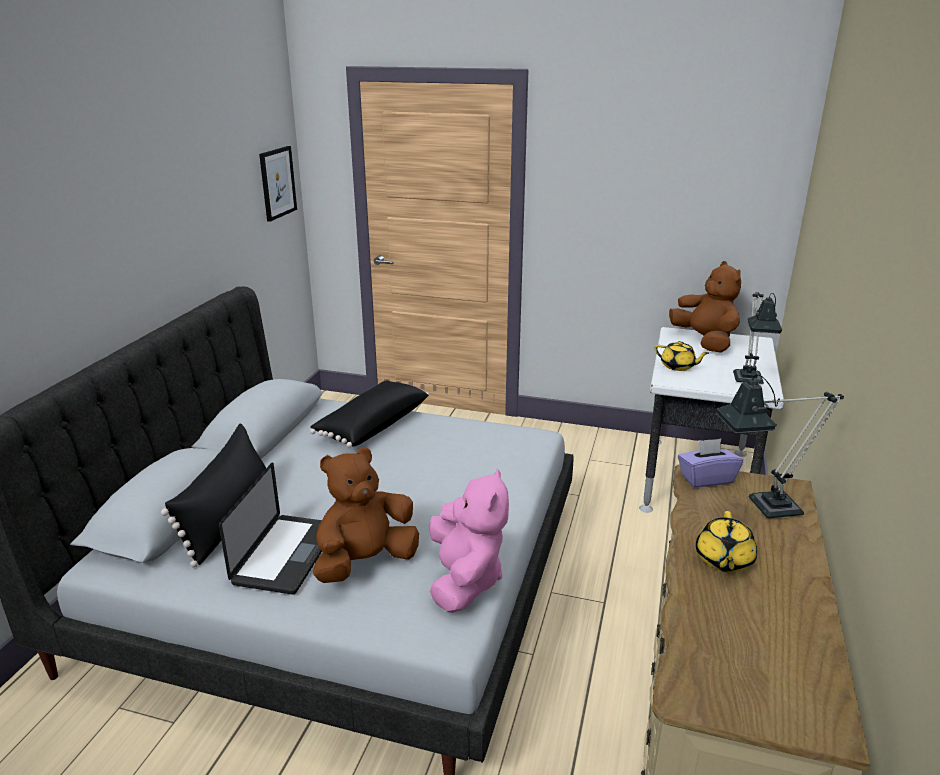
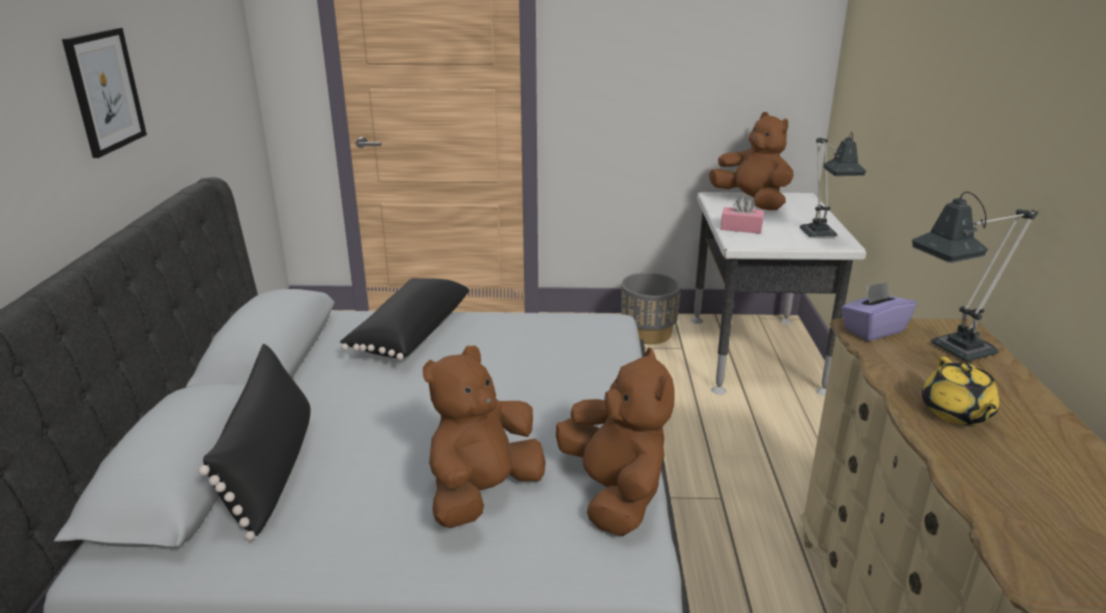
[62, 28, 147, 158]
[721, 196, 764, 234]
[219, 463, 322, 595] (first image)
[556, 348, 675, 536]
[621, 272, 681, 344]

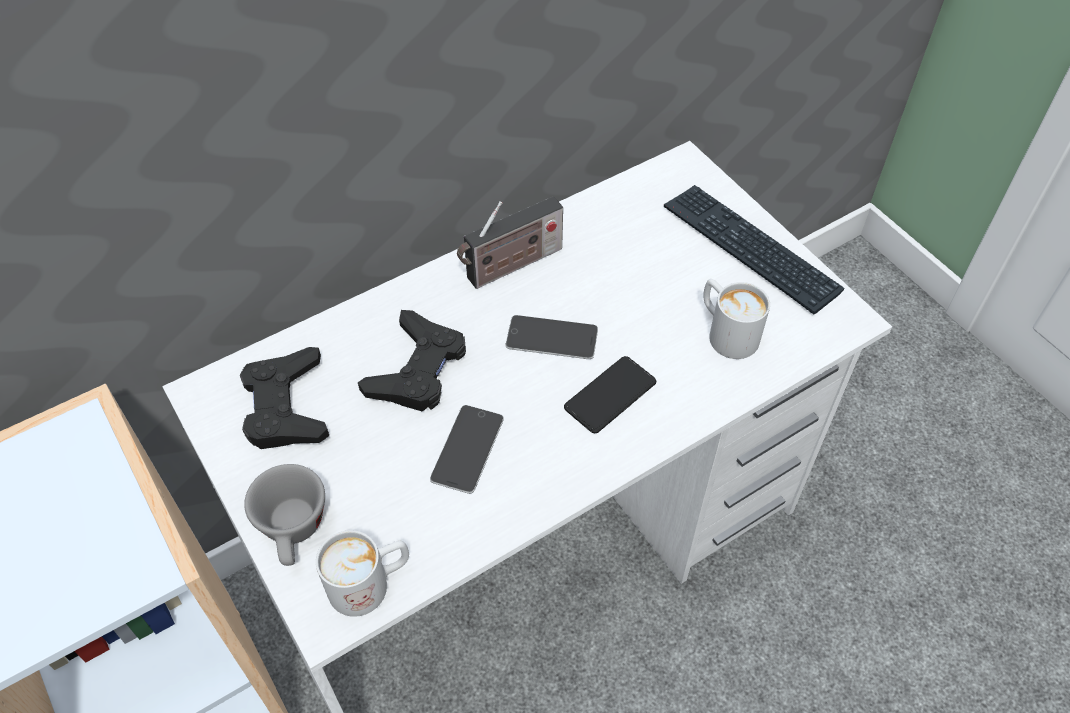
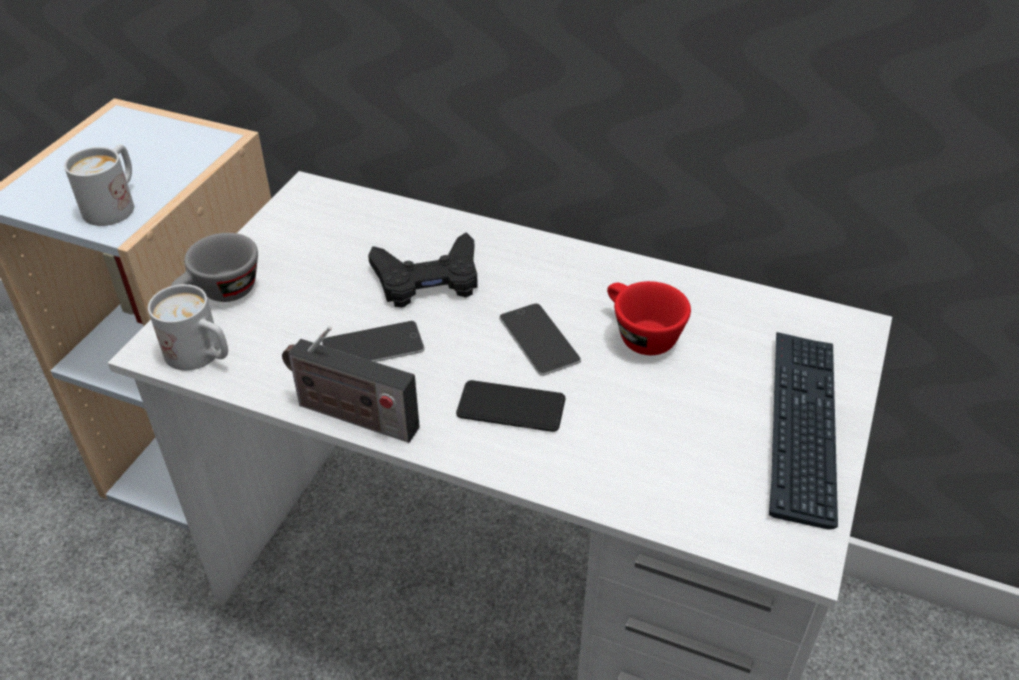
[282, 326, 420, 443]
[64, 144, 134, 226]
[240, 347, 329, 449] (first image)
[607, 281, 691, 355]

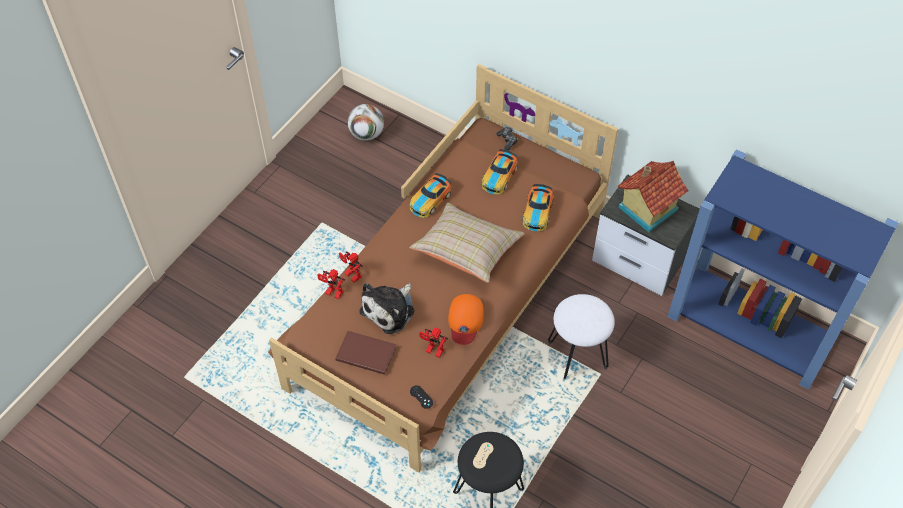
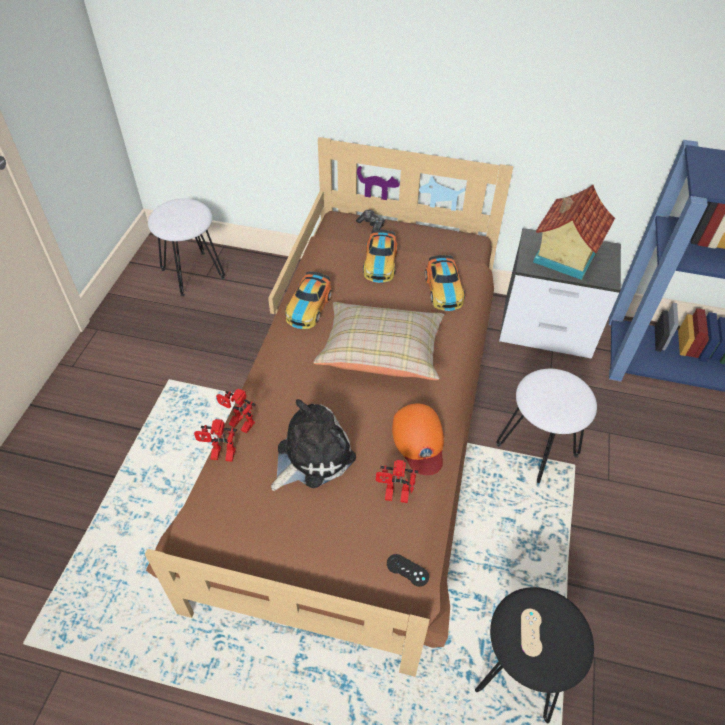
[148, 199, 225, 296]
[271, 399, 356, 491]
[336, 331, 396, 375] (first image)

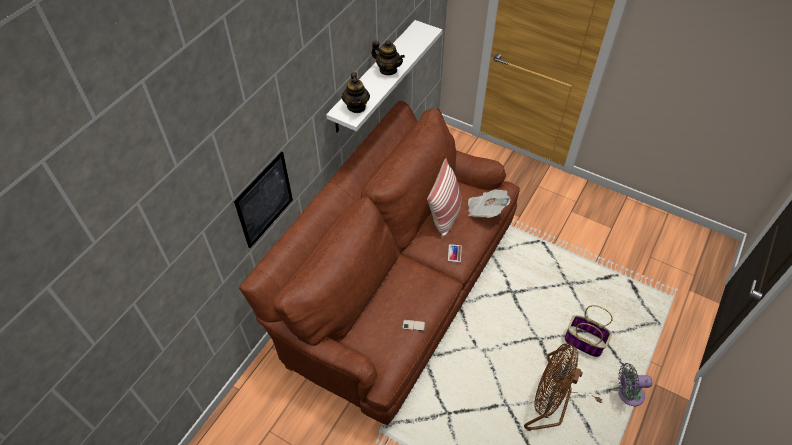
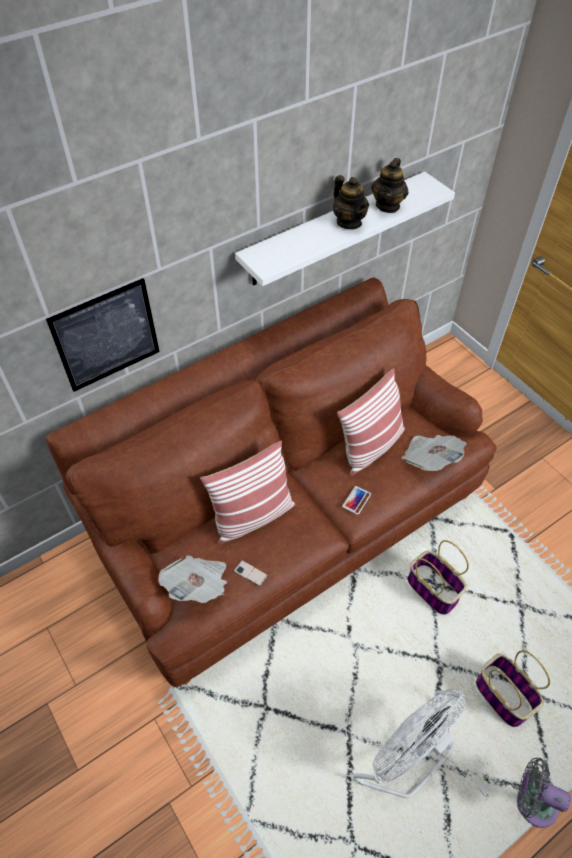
[371, 158, 408, 213]
[353, 689, 489, 798]
[200, 441, 296, 544]
[408, 540, 469, 615]
[158, 555, 227, 603]

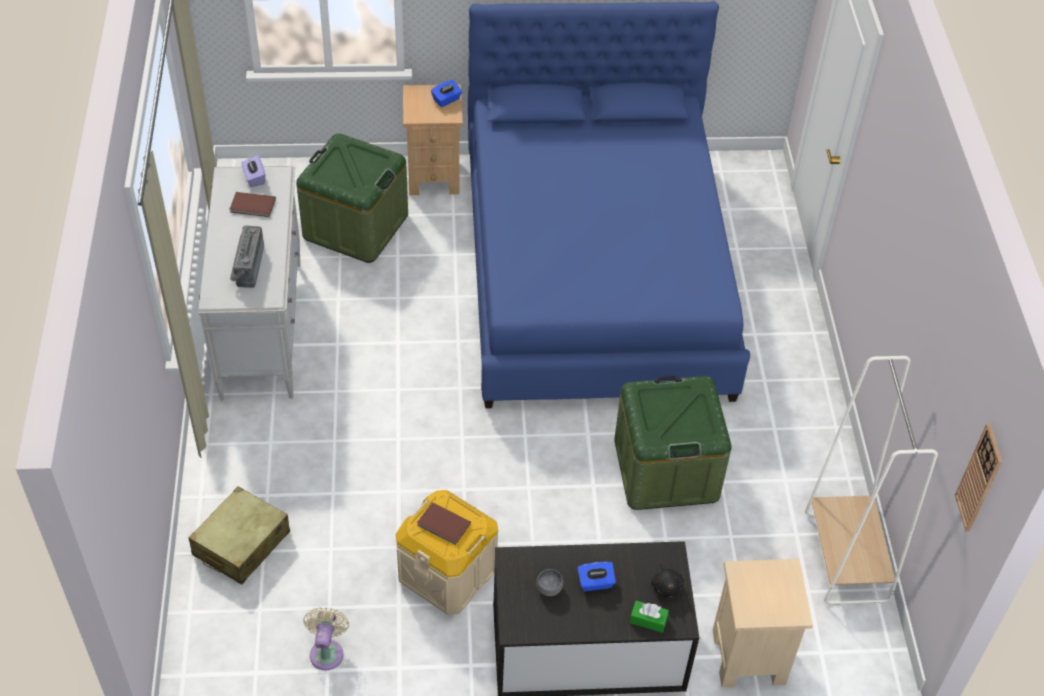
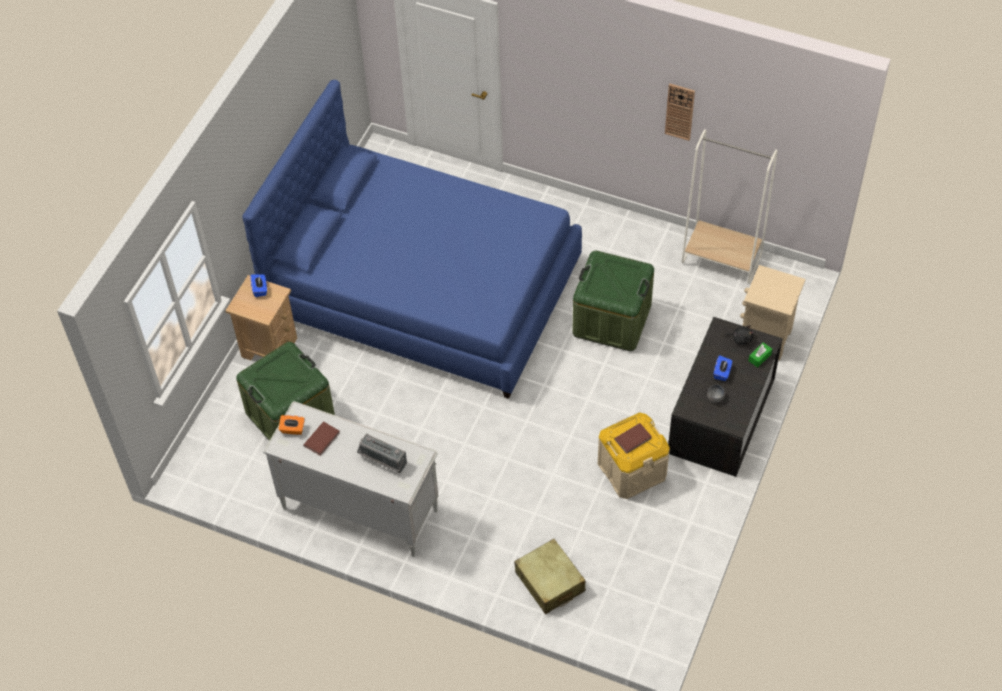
[279, 415, 305, 435]
[665, 83, 695, 141]
[303, 607, 349, 670] (first image)

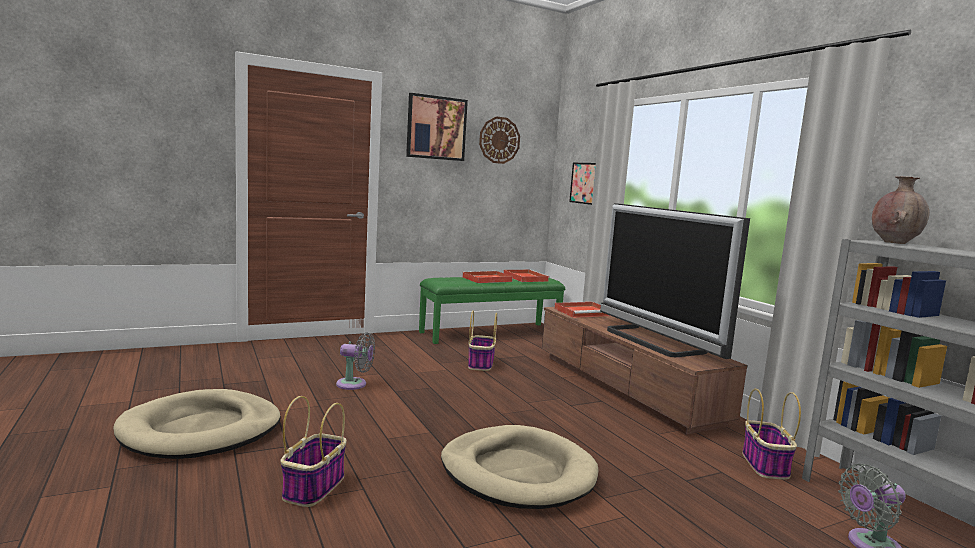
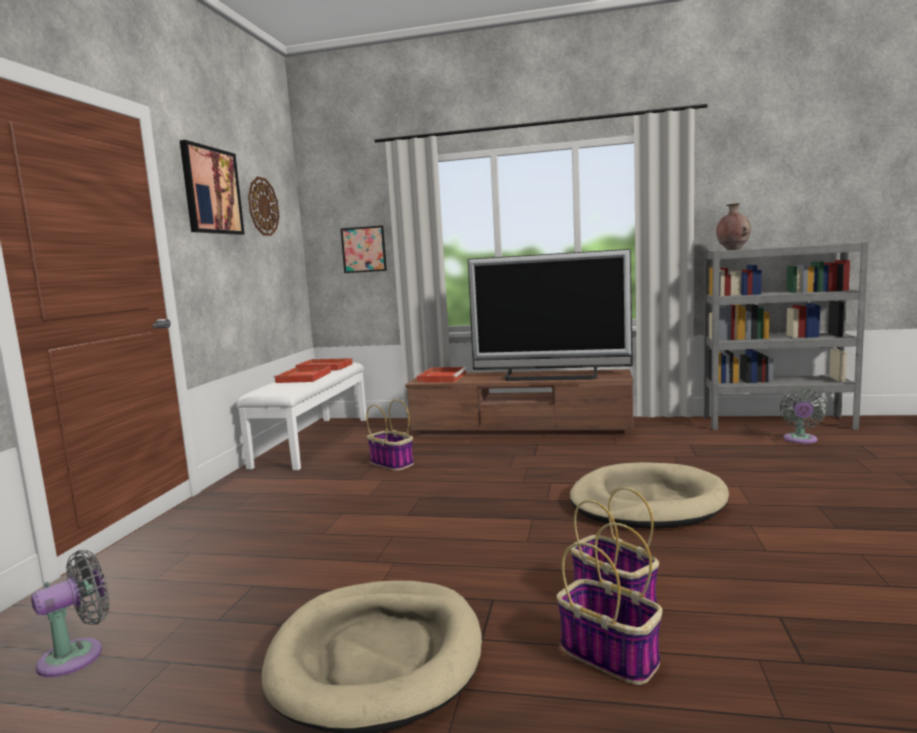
[236, 363, 366, 470]
[31, 550, 109, 677]
[556, 523, 663, 685]

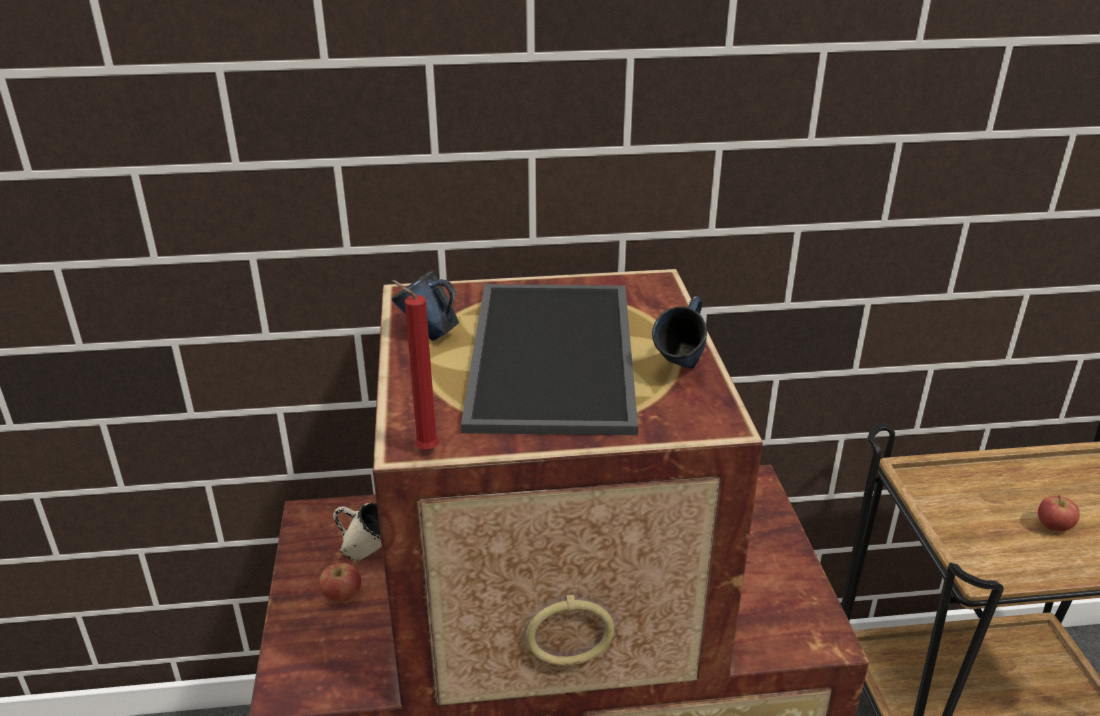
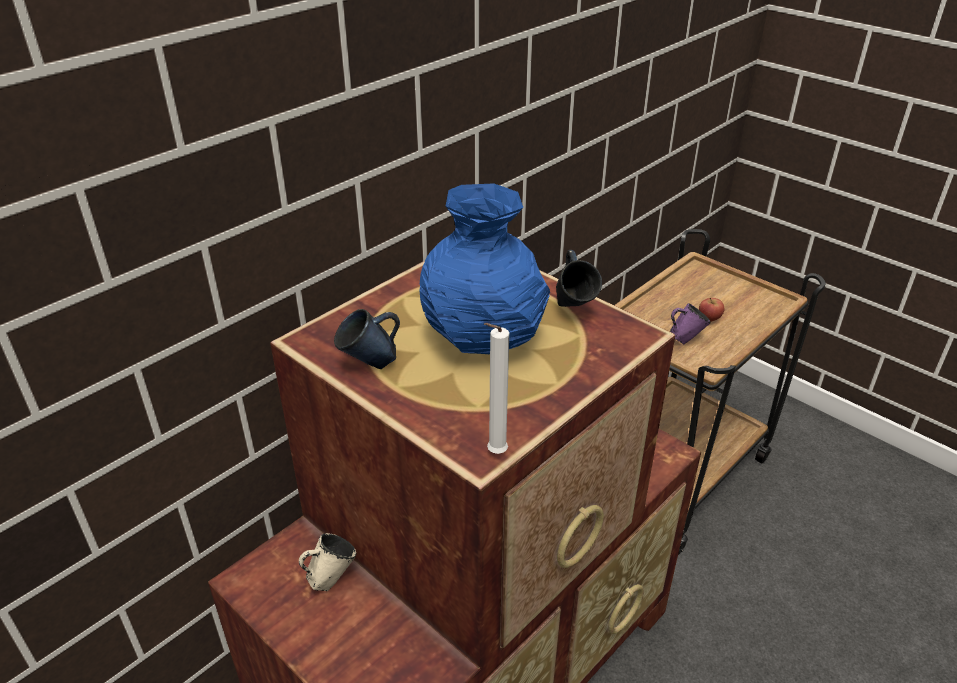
[484, 323, 509, 454]
[419, 183, 550, 354]
[320, 563, 361, 603] (first image)
[670, 303, 711, 344]

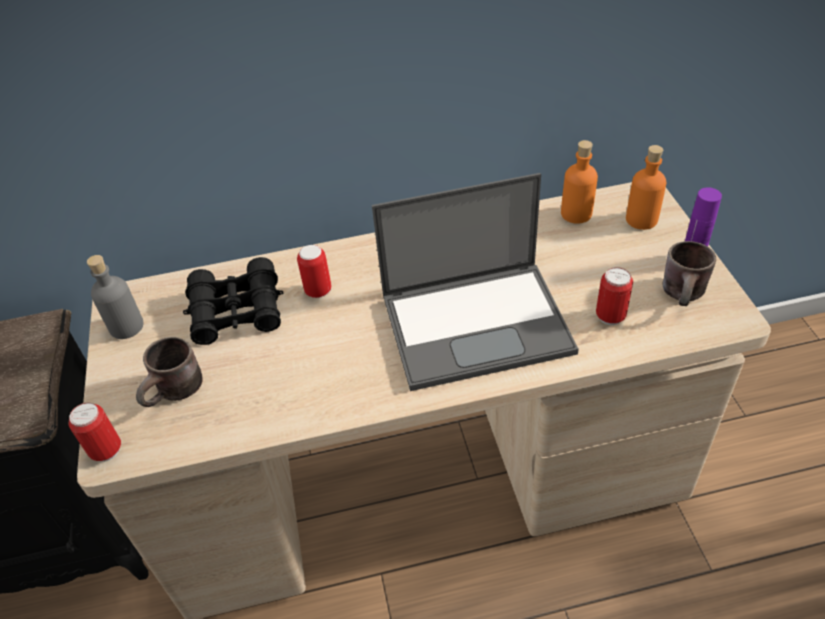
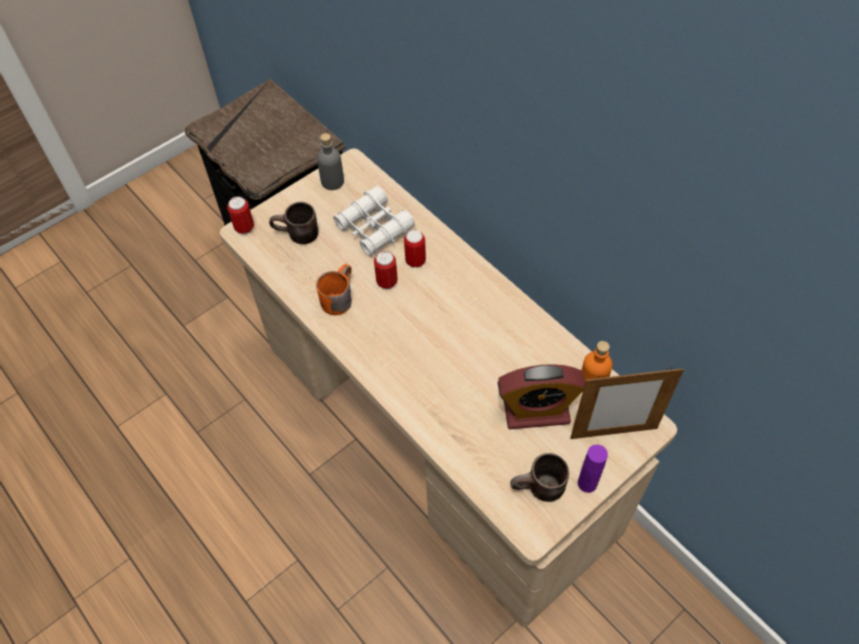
[571, 367, 684, 439]
[372, 173, 579, 391] (first image)
[333, 186, 415, 256]
[374, 251, 398, 289]
[316, 264, 352, 315]
[498, 364, 585, 429]

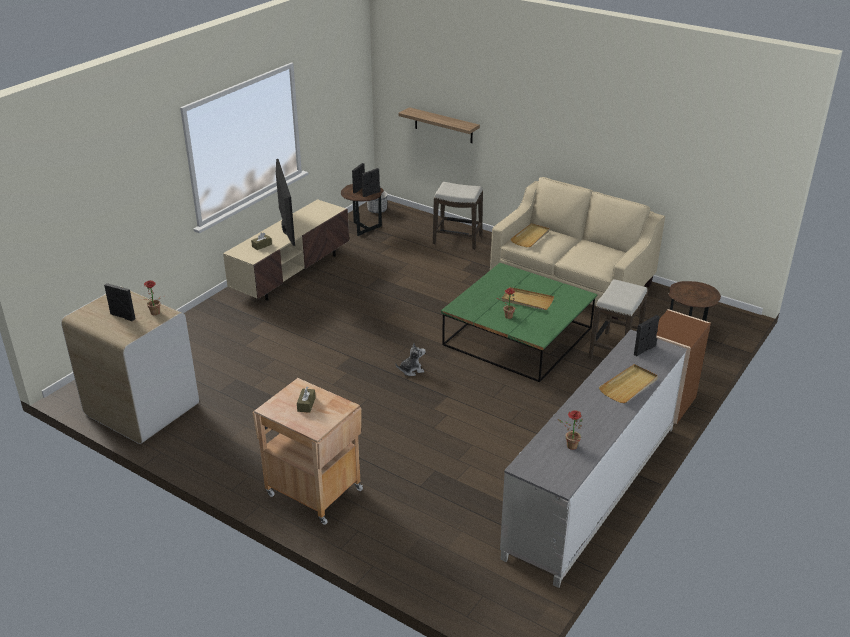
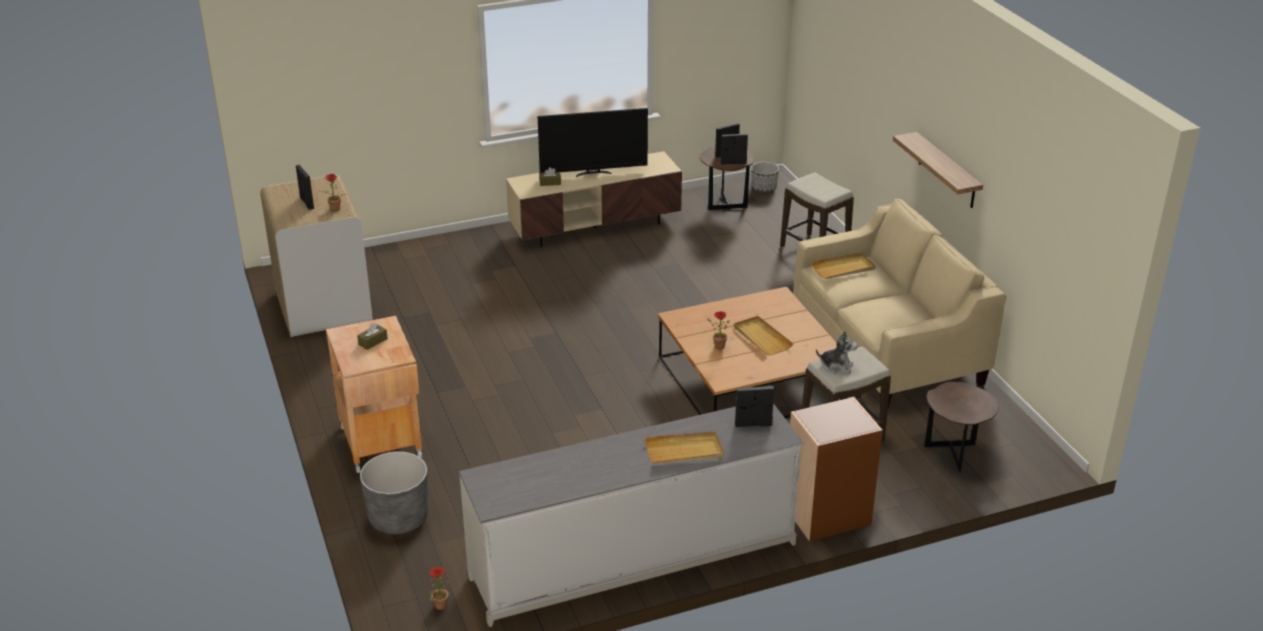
[893, 132, 983, 208]
[538, 108, 648, 177]
[658, 287, 847, 418]
[816, 331, 858, 374]
[429, 567, 449, 610]
[360, 451, 429, 534]

